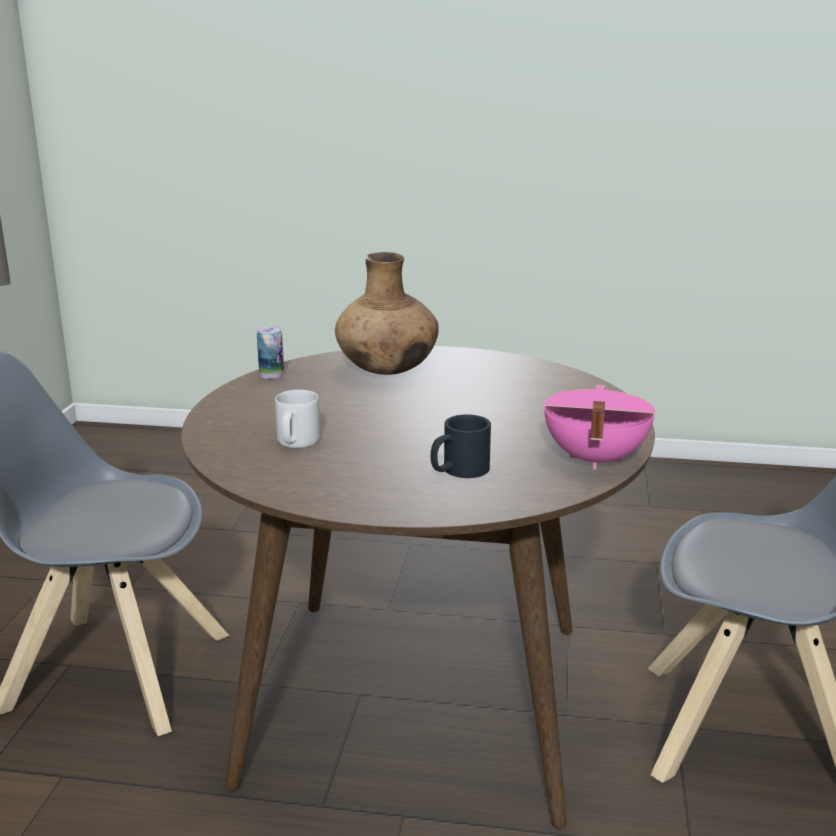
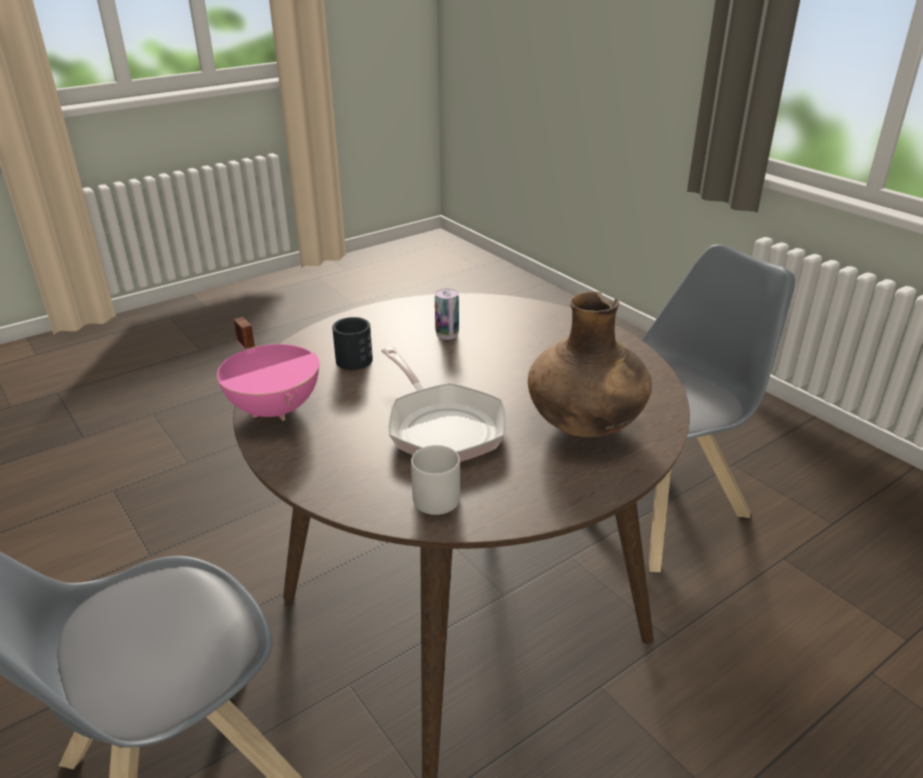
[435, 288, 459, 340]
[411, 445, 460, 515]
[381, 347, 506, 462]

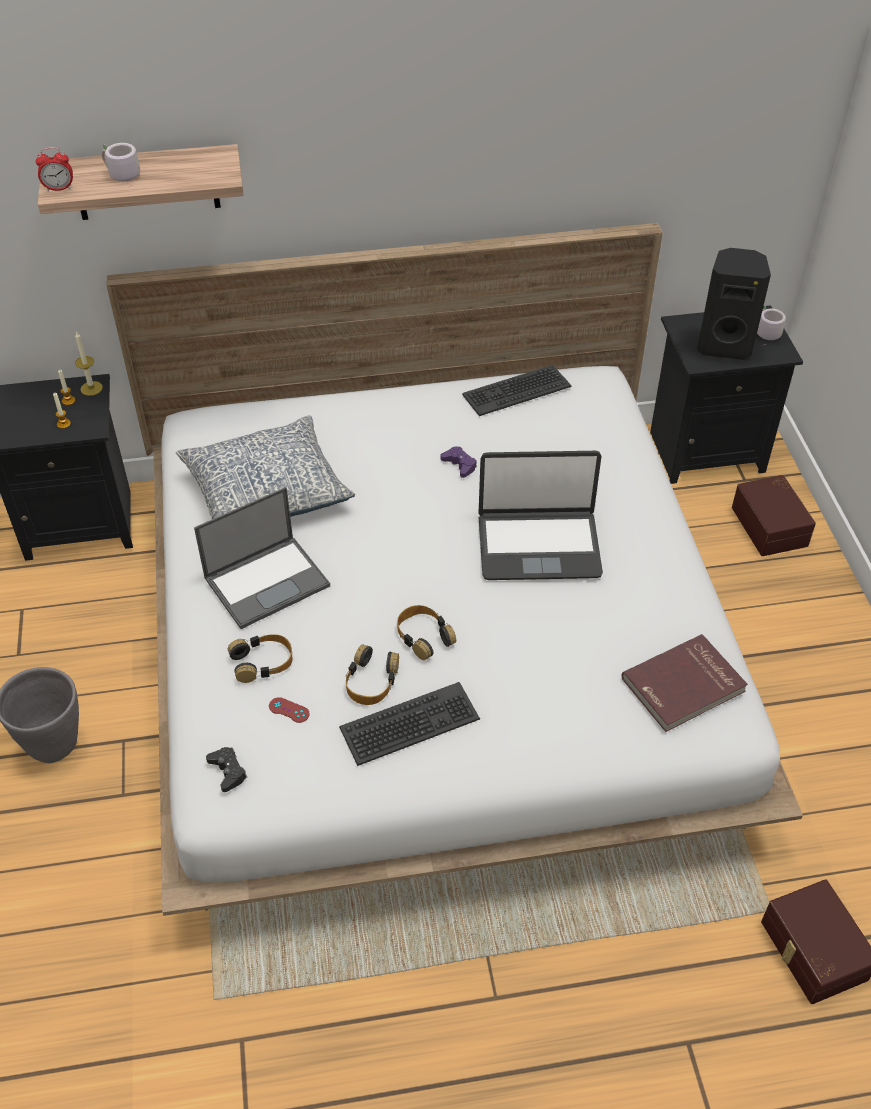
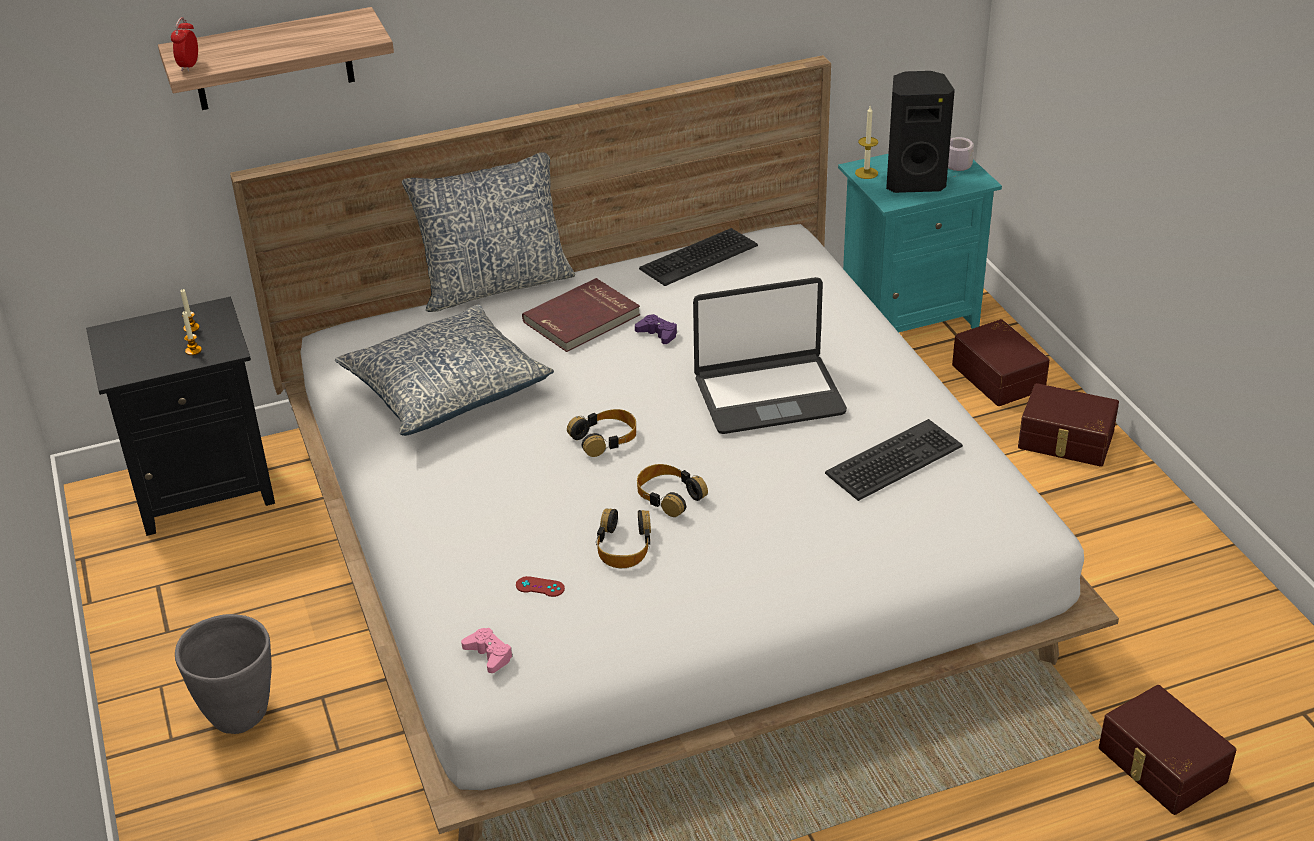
[102, 143, 140, 188] (first image)
[171, 17, 198, 72]
[838, 154, 1002, 332]
[855, 106, 878, 179]
[194, 487, 330, 629] (first image)
[567, 409, 636, 457]
[522, 278, 640, 352]
[825, 419, 963, 501]
[461, 628, 513, 673]
[402, 152, 575, 312]
[1018, 383, 1119, 467]

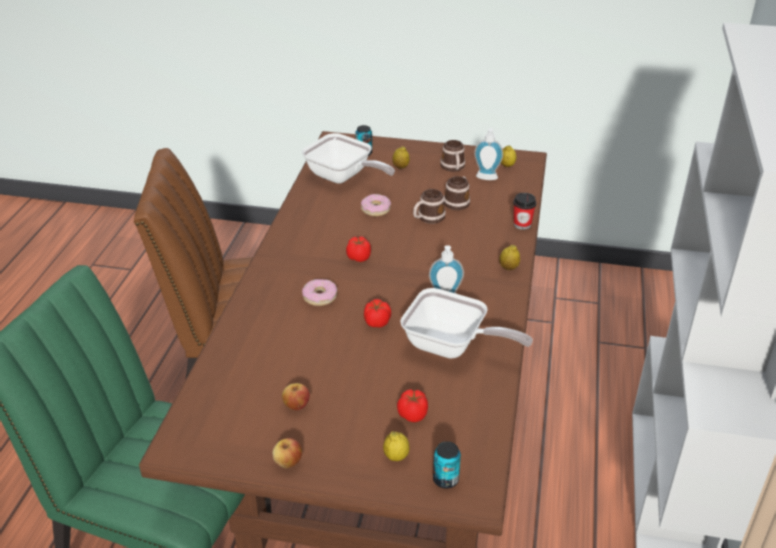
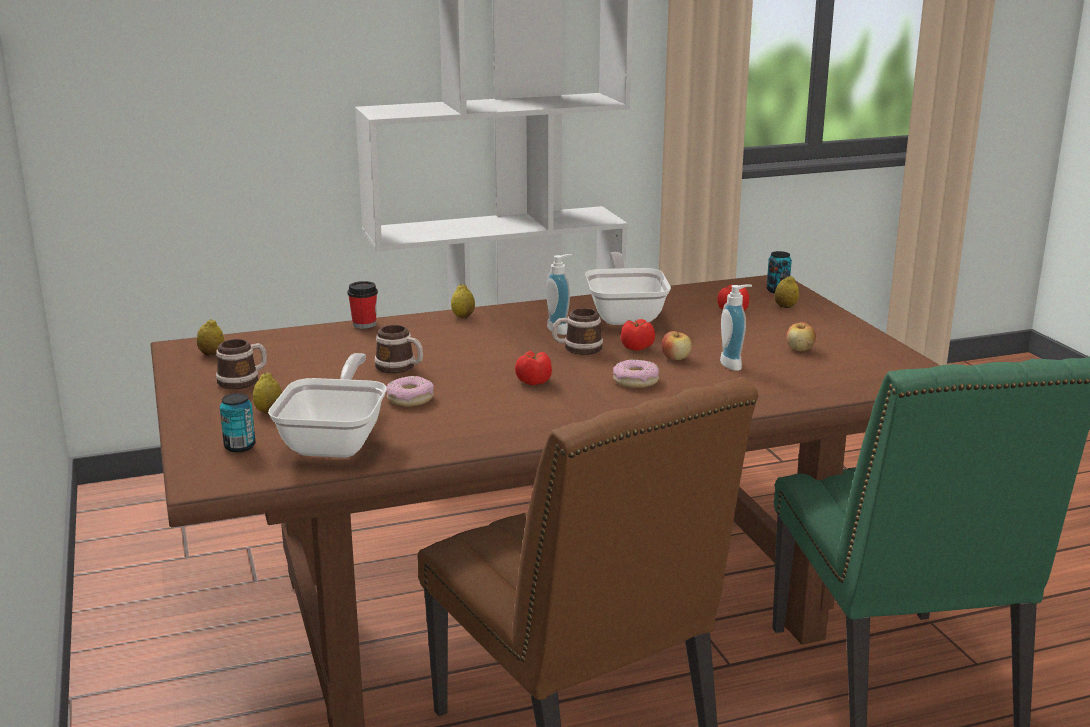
[720, 284, 752, 371]
[552, 308, 603, 355]
[661, 329, 692, 360]

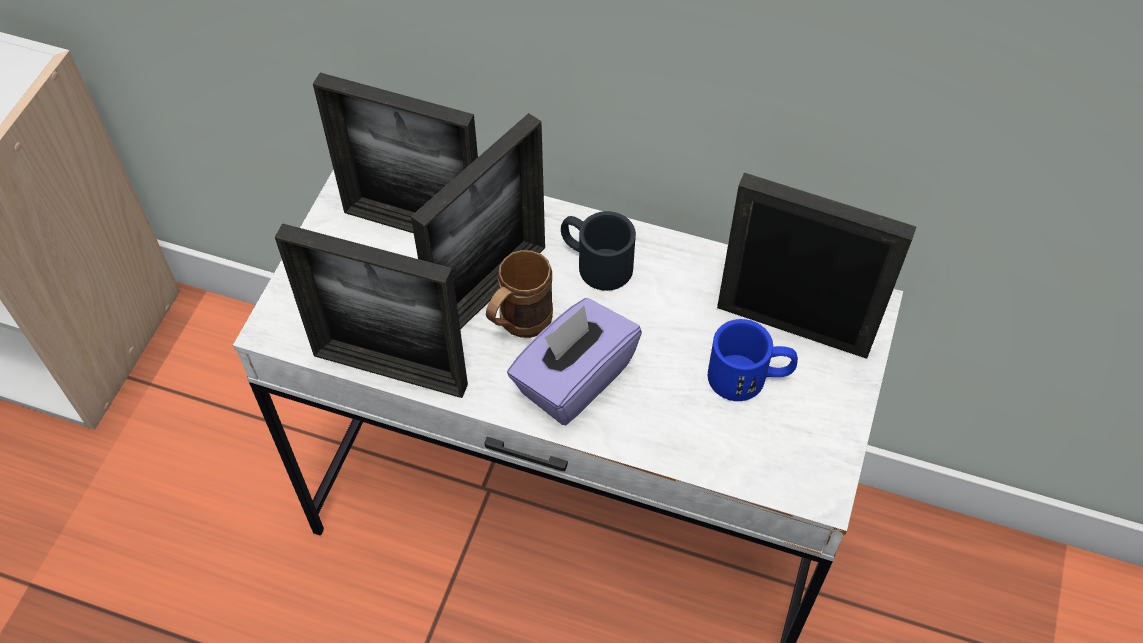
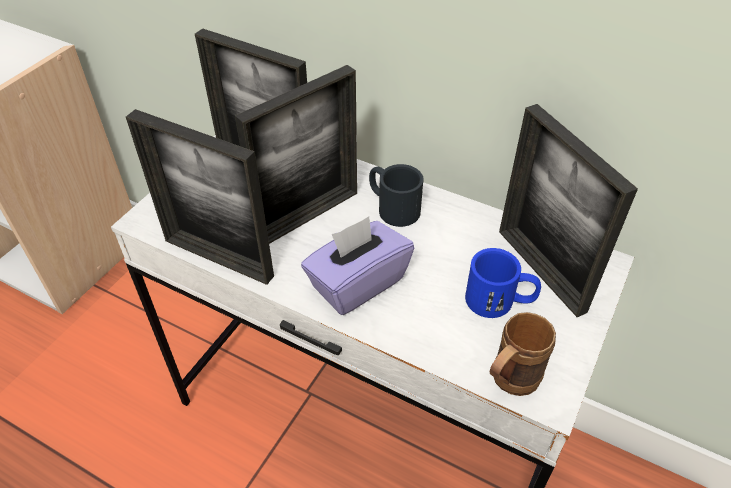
[499, 104, 638, 317]
[490, 312, 556, 396]

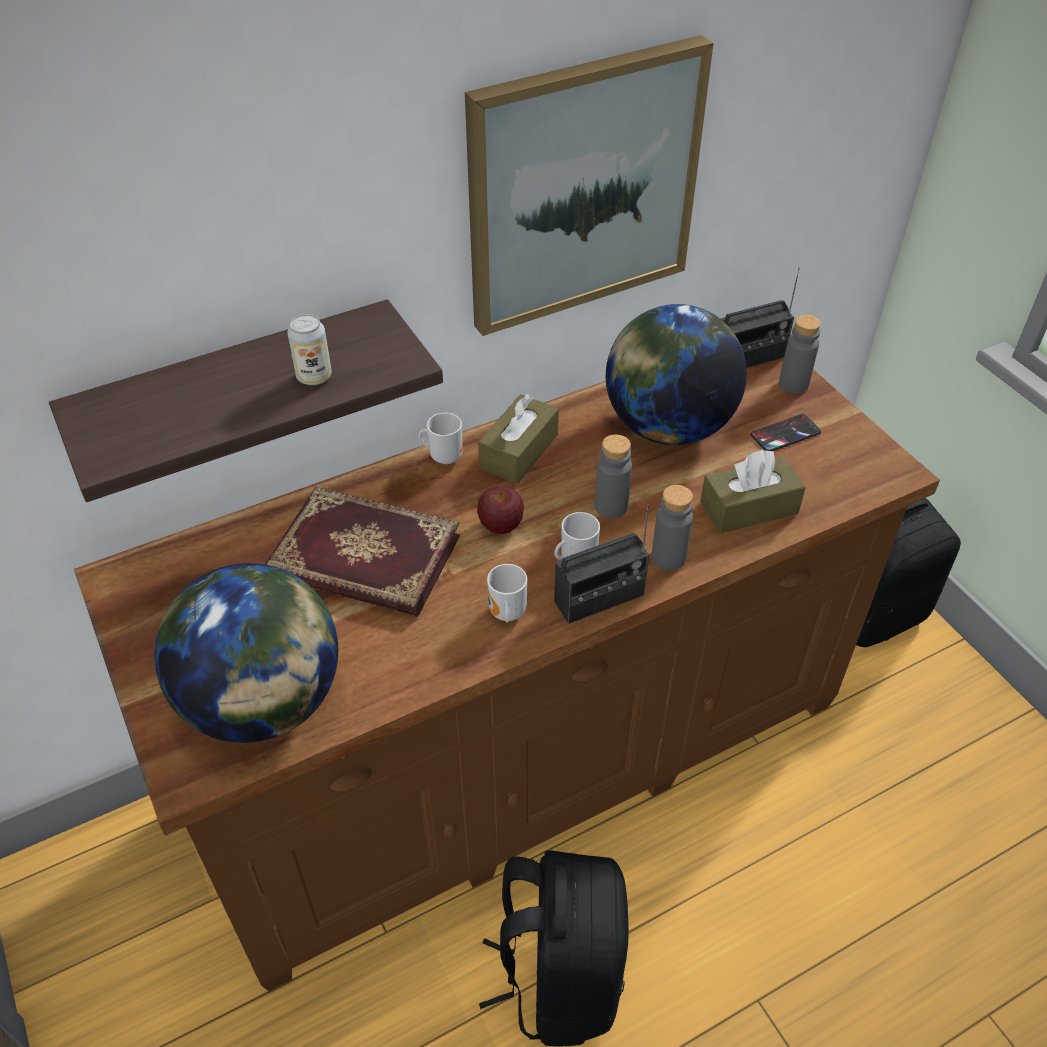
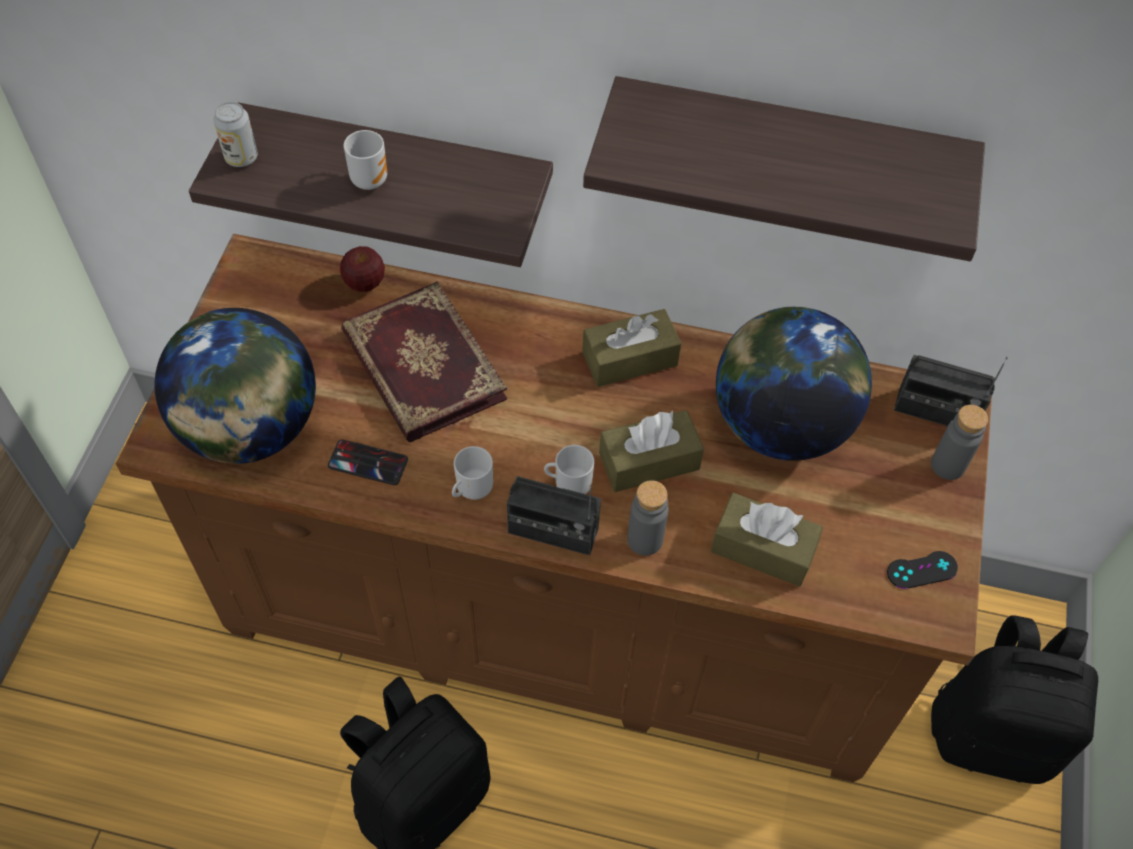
[583, 76, 985, 261]
[214, 102, 258, 167]
[344, 130, 387, 190]
[328, 439, 408, 485]
[599, 410, 704, 492]
[340, 246, 385, 292]
[887, 551, 958, 589]

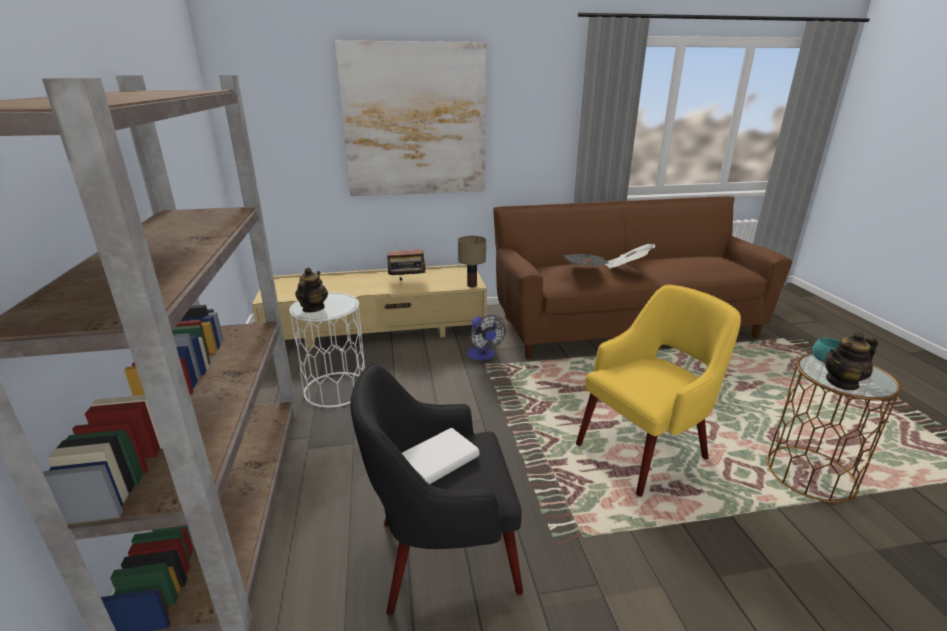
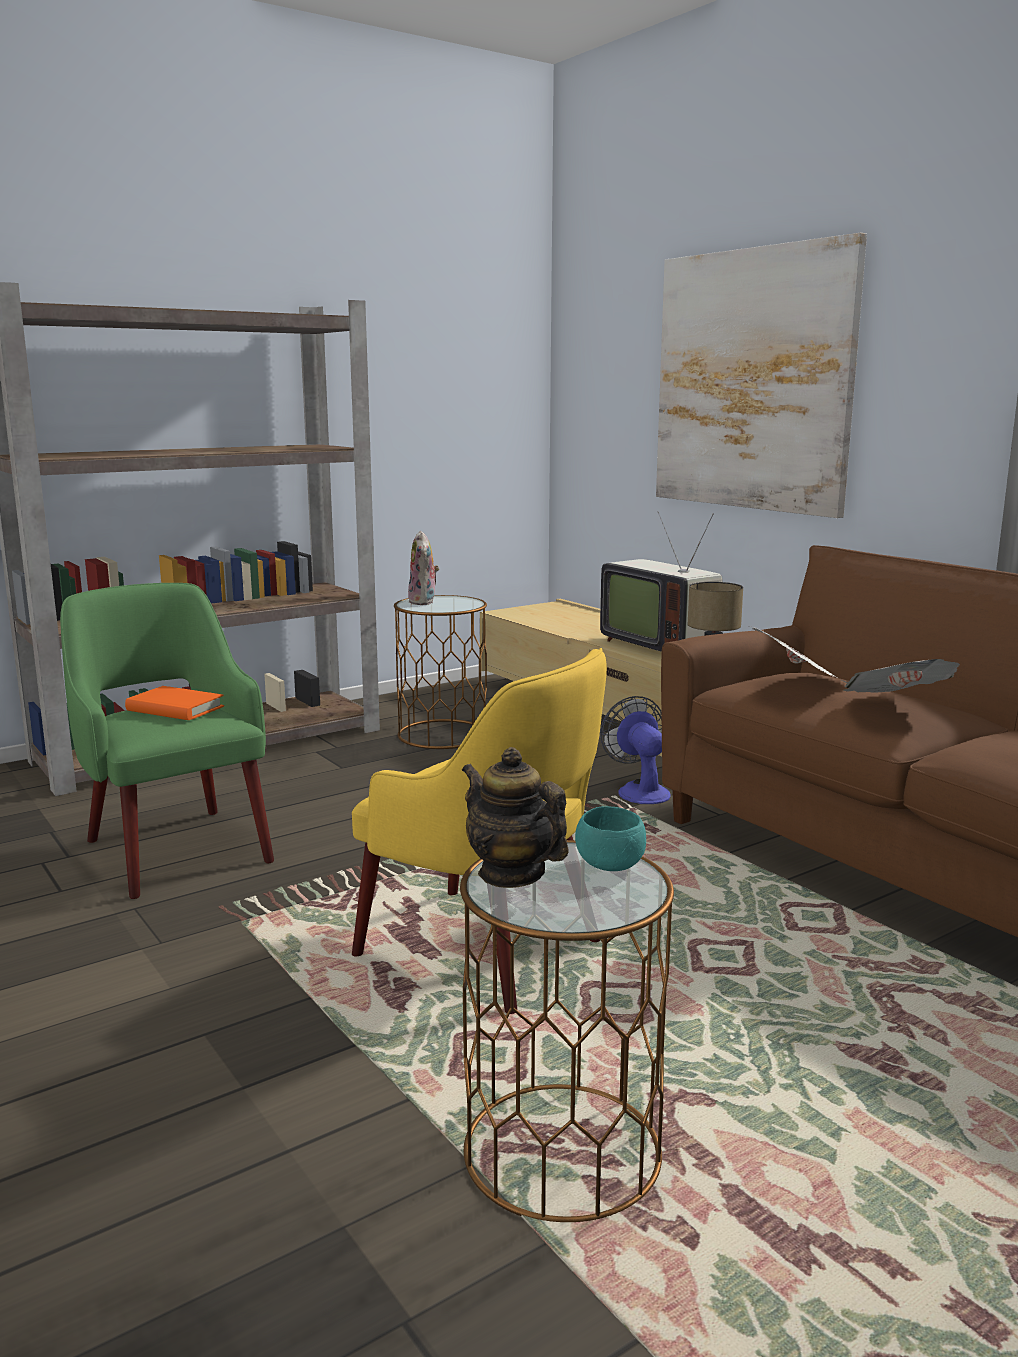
[600, 511, 722, 652]
[408, 531, 440, 605]
[394, 595, 487, 749]
[600, 696, 671, 804]
[60, 583, 274, 899]
[125, 686, 224, 720]

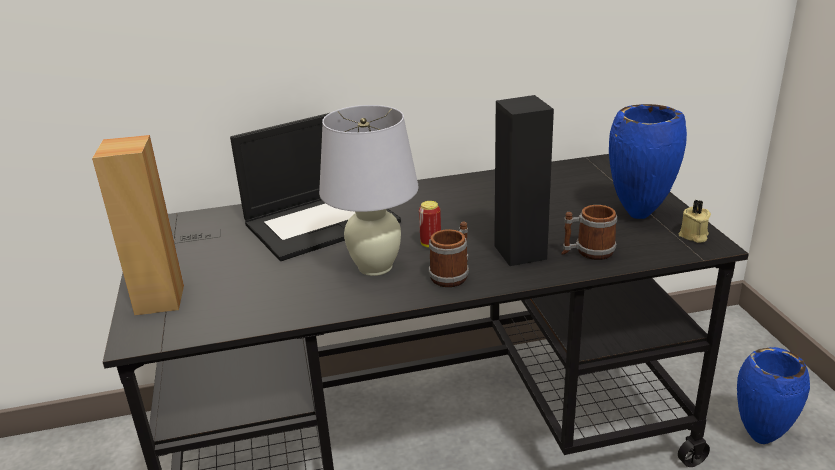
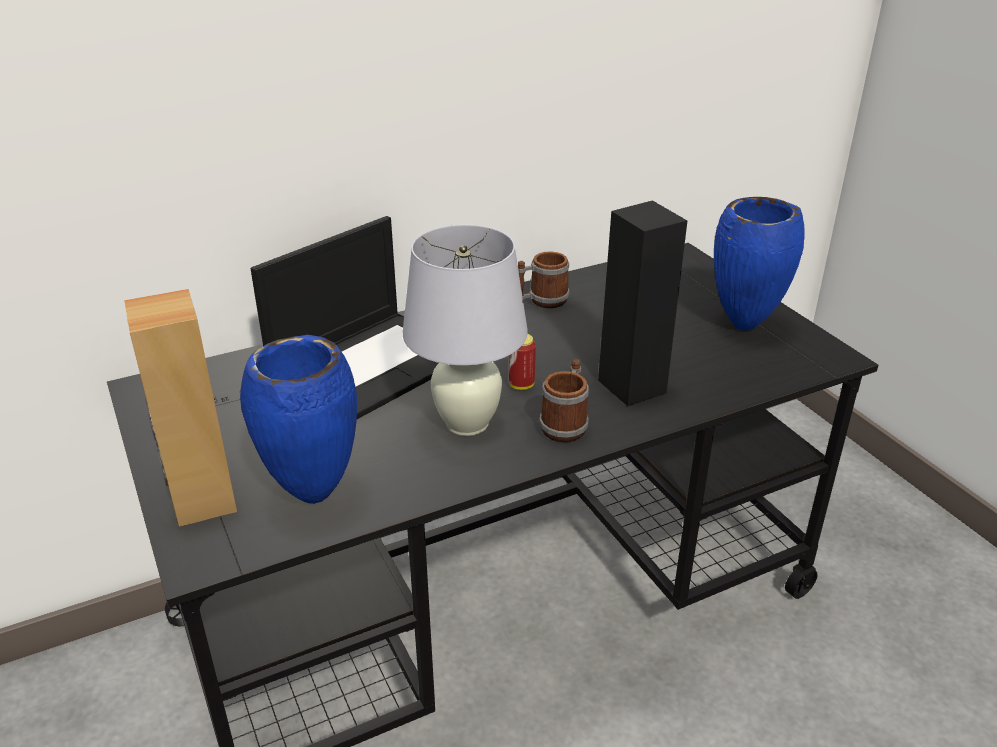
[679, 200, 711, 243] (first image)
[518, 251, 569, 308]
[240, 335, 357, 504]

